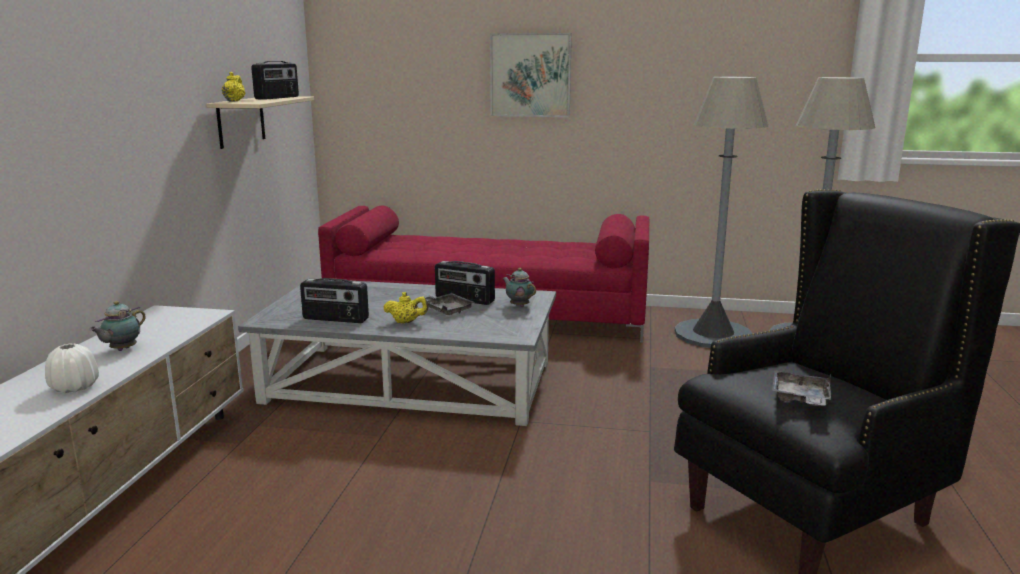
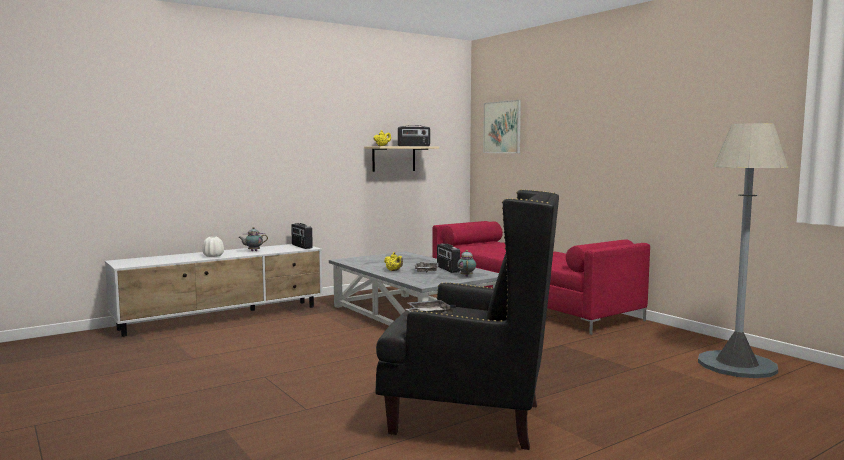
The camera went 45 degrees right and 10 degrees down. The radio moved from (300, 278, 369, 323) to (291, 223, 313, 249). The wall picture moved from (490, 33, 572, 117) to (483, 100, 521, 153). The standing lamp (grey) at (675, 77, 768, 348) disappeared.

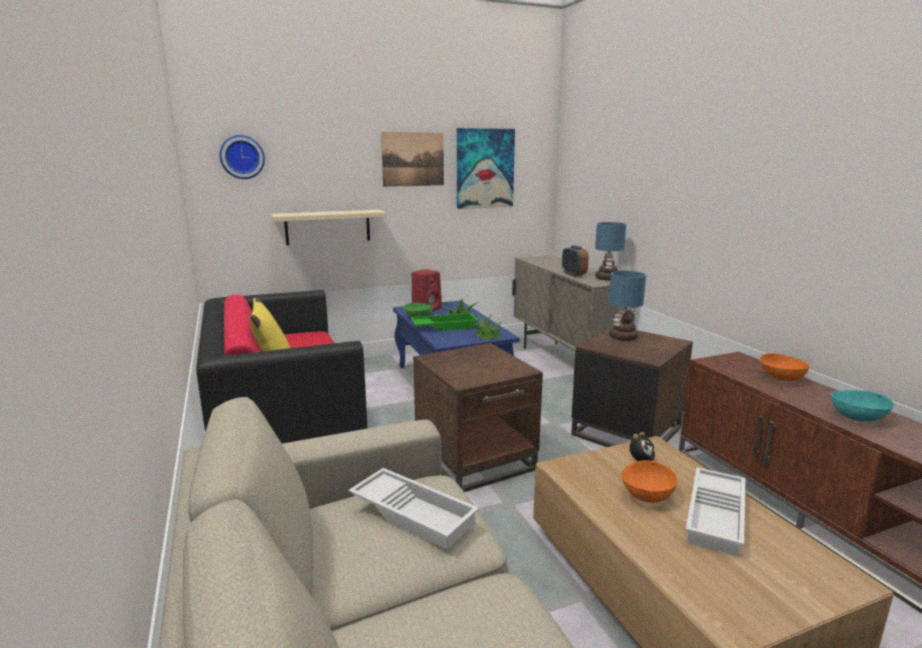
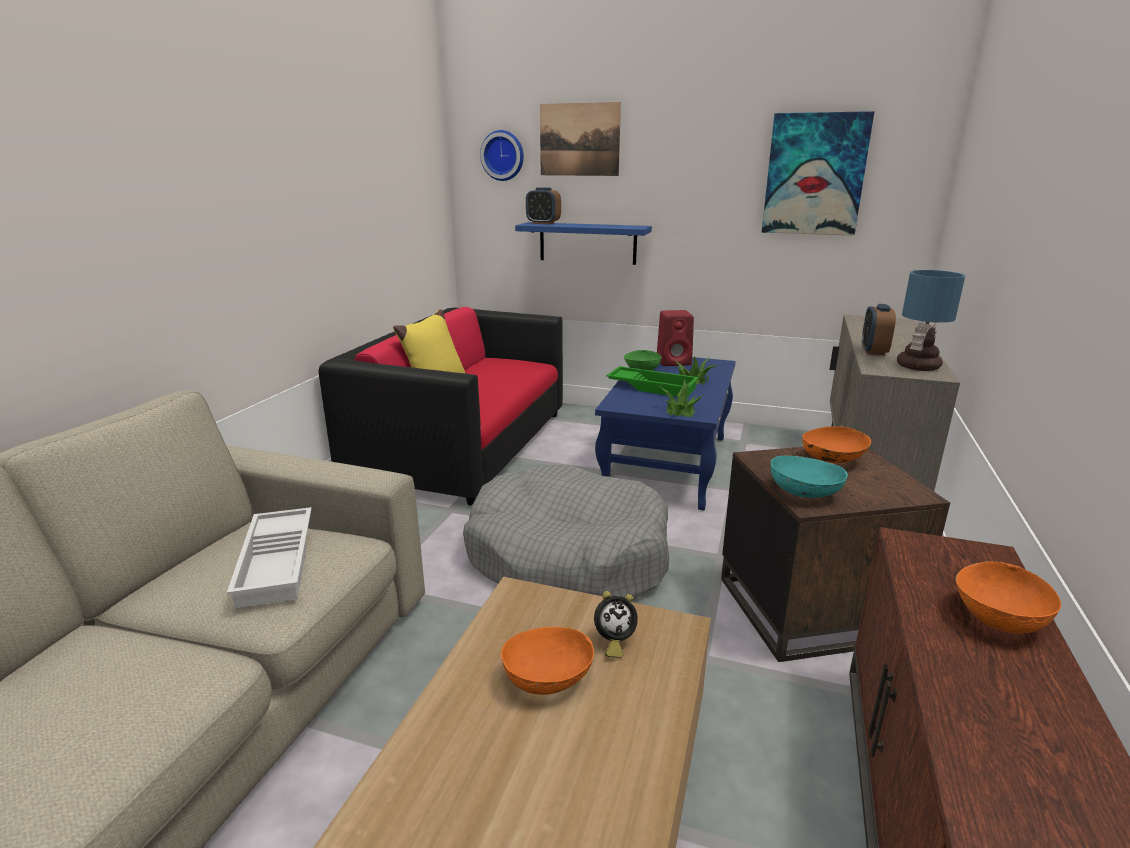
The camera went 40 degrees right and 5 degrees up. The shelf (beige-coloured) at (271, 210, 387, 245) became the shelf (blue-coloured) at (515, 222, 652, 265). The wall picture moved from (381, 132, 444, 187) to (540, 102, 621, 176). The accent table (brown) at (413, 343, 543, 492) was replaced by the pet bed (grey) at (463, 464, 669, 599). The lamp for a table at (609, 271, 646, 341) was replaced by the deep dish (orangey) at (802, 426, 871, 464). The carrying tray (whitish) at (686, 467, 745, 556) disappeared. The deep dish (blue-green) moved from (831, 390, 894, 422) to (771, 455, 848, 498). The bedside clock at (526, 187, 561, 224) appeared.

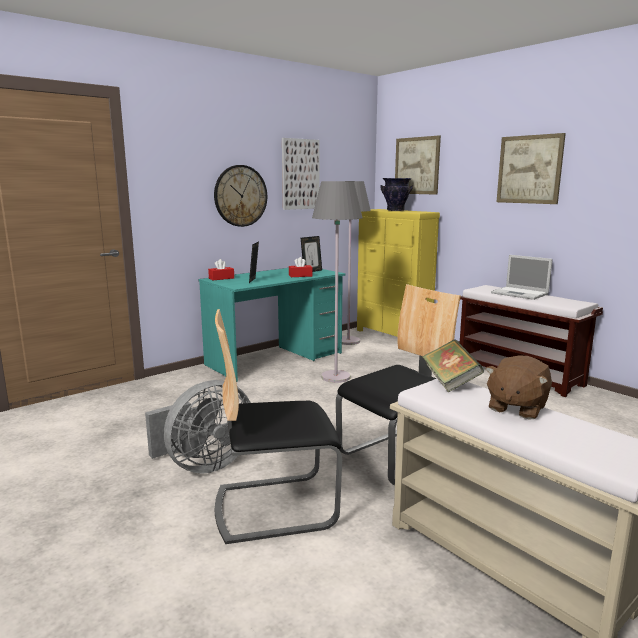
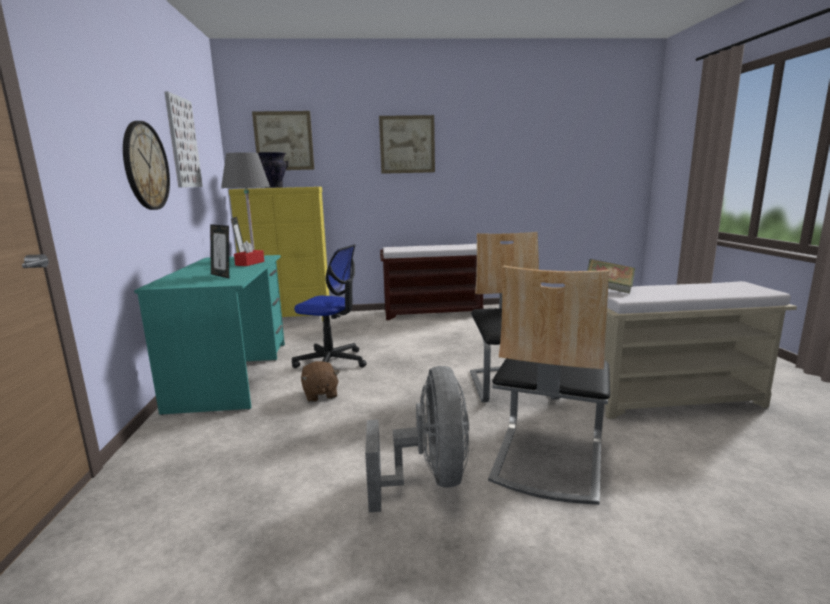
The camera went 55 degrees left and 0 degrees up. The box of tissues (reddish) at (208, 259, 234, 280) disappeared. The standing lamp (grey) at (312, 181, 362, 383) was replaced by the office chair at (292, 244, 367, 368). The soft toy (brown) moved from (485, 356, 552, 420) to (301, 361, 339, 402). The laptop at (491, 255, 553, 300) disappeared.

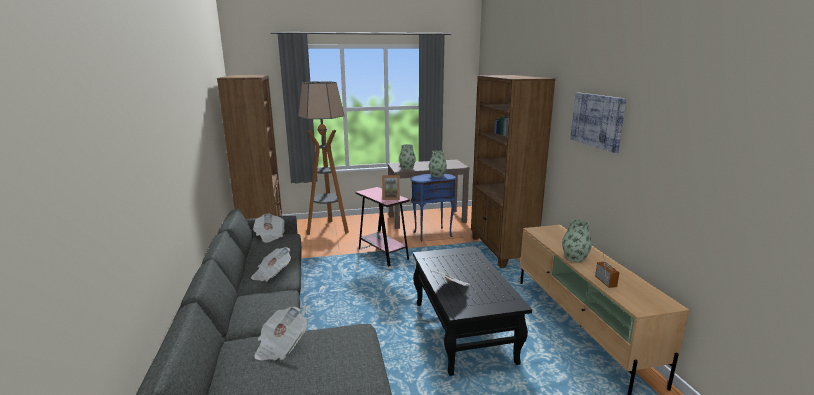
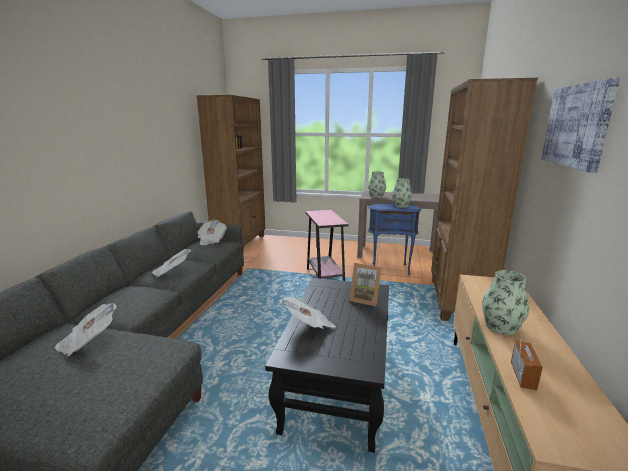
The camera went 25 degrees right and 0 degrees up. The standing lamp at (298, 81, 349, 235) disappeared. The photo frame moved from (382, 175, 400, 200) to (349, 263, 382, 306).

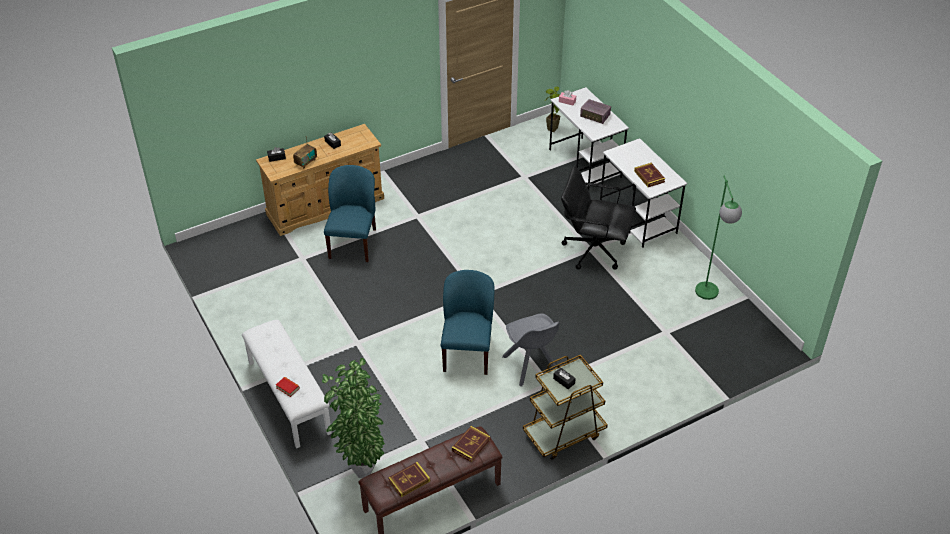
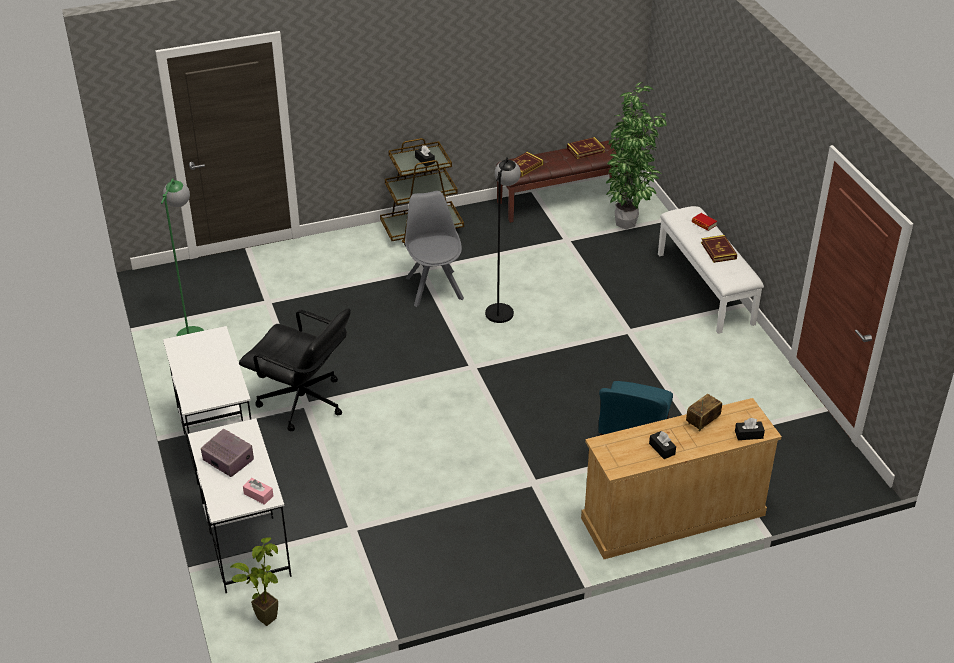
The camera went 170 degrees left and 5 degrees down. The chair (blue-coloured) at (441, 270, 495, 375) was replaced by the standing lamp (black-coloured) at (485, 157, 521, 323). The volume moved from (634, 163, 665, 187) to (701, 235, 737, 263).

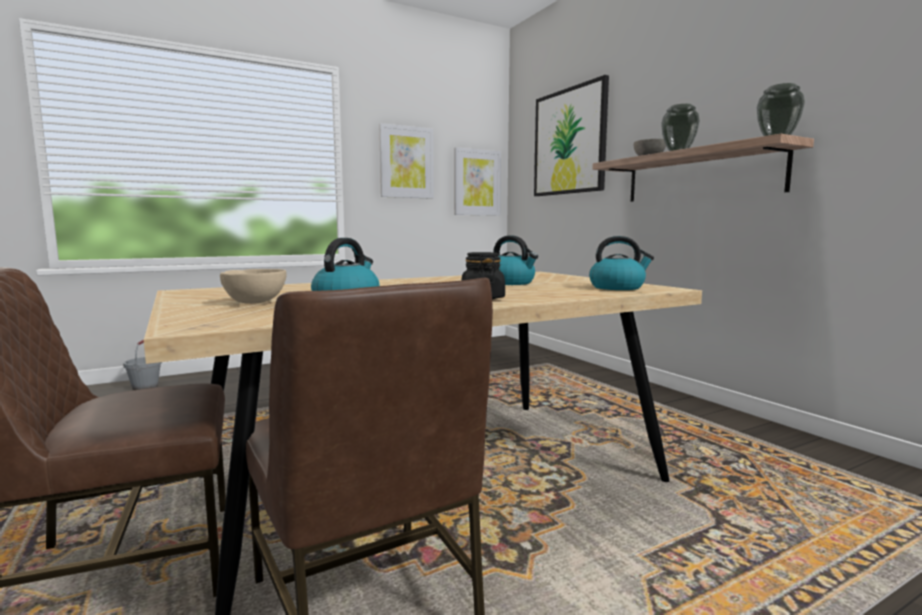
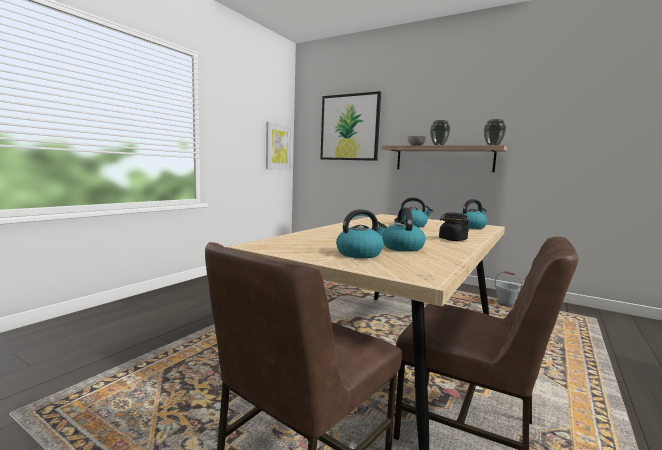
The camera went 30 degrees left and 0 degrees up. The bucket (grey) moved from (123, 340, 162, 390) to (495, 271, 522, 307). The deep dish (beige-coloured) at (220, 269, 286, 304) was replaced by the water kettle at (336, 209, 387, 258). The wall picture at (379, 123, 434, 199) disappeared.

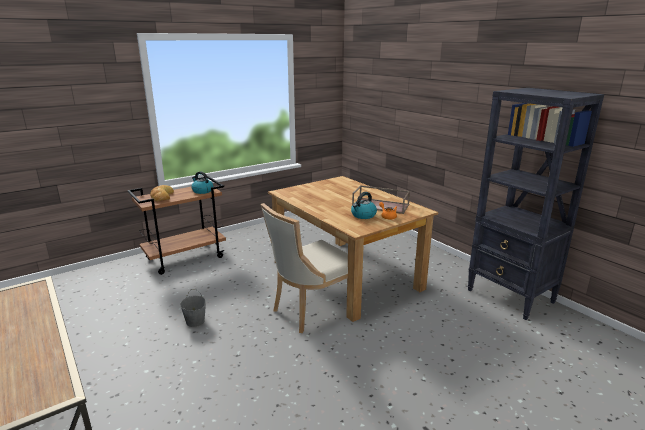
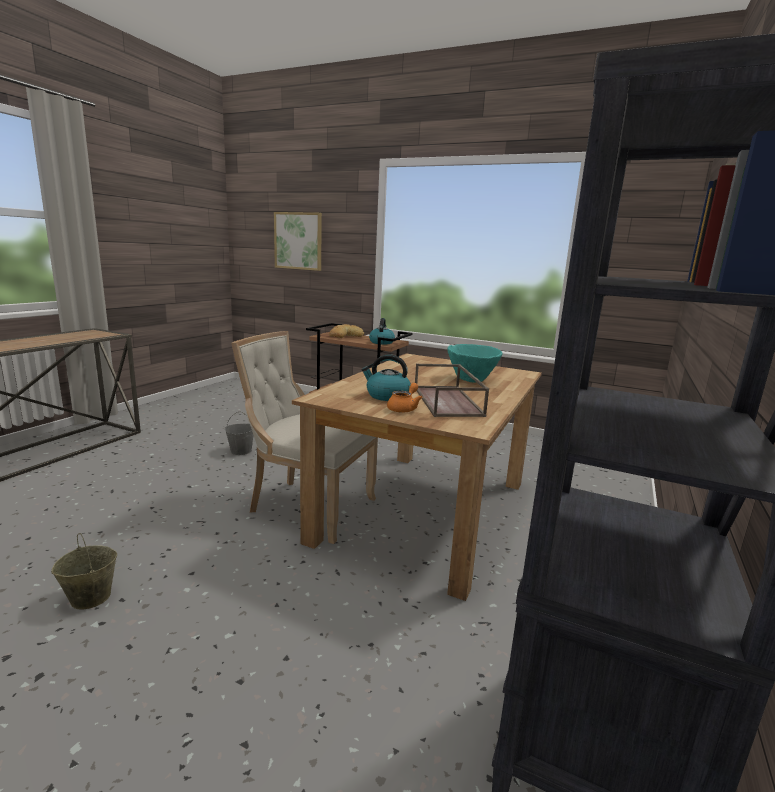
The camera went 60 degrees right and 5 degrees down. The bucket (beige-coloured) at (51, 533, 117, 609) appeared. The wall picture at (274, 212, 322, 271) appeared. The deep dish (blue-green) at (448, 344, 503, 383) appeared.

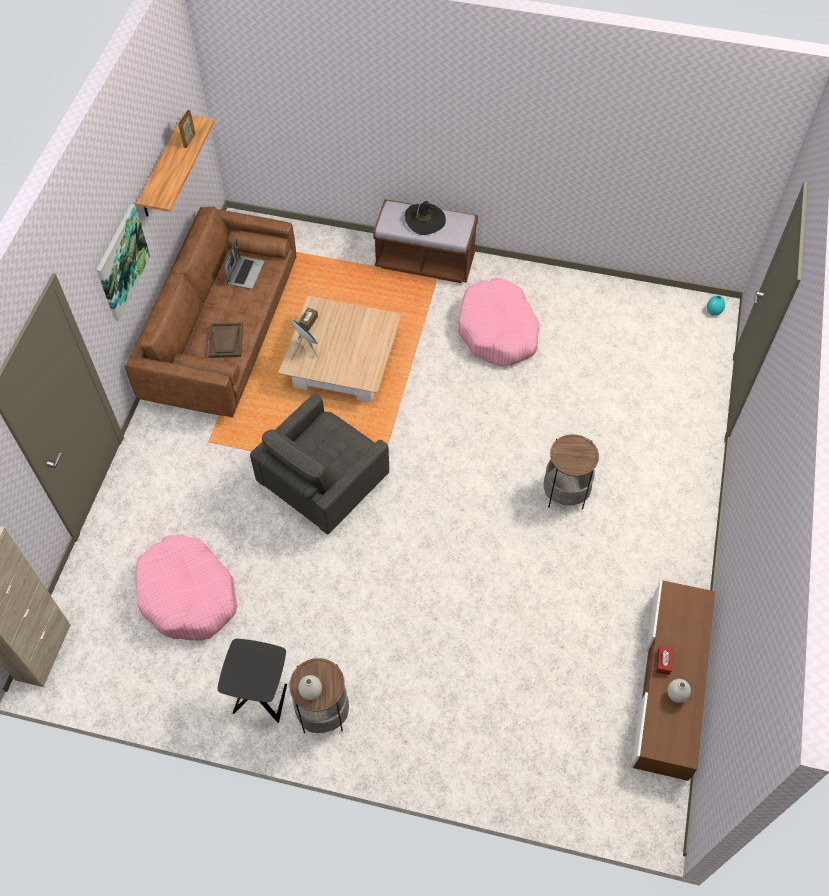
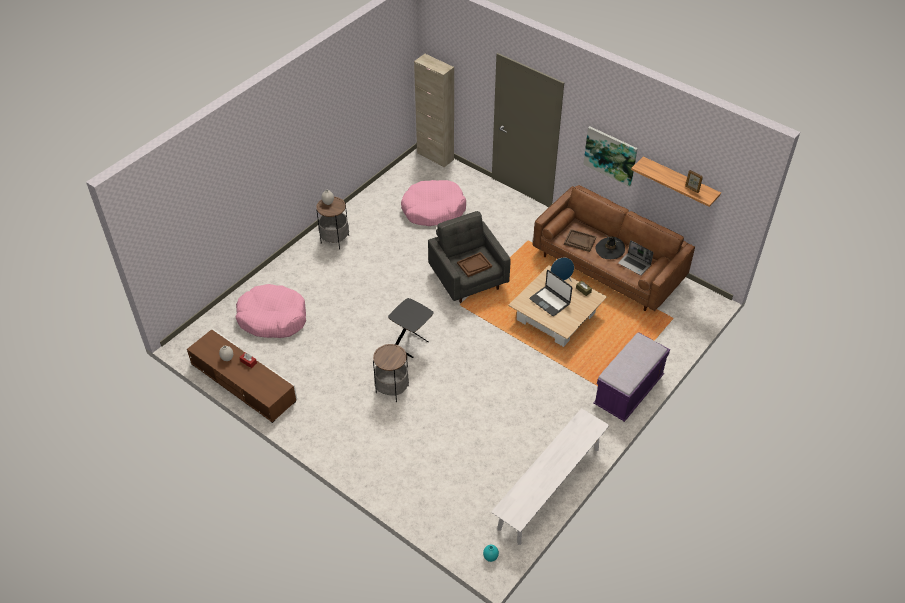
The camera went 115 degrees right and 10 degrees down. The accent table (black-coloured) moved from (217, 639, 287, 723) to (388, 298, 433, 358). The indoor bench (brown) at (373, 199, 478, 283) became the indoor bench (purple-coloured) at (593, 332, 670, 422). The hat (black-coloured) moved from (405, 200, 446, 235) to (596, 235, 625, 259). The pet bed (pinkish) moved from (458, 278, 539, 366) to (236, 284, 306, 338). The carrying tray (brown) at (457, 252, 492, 277) appeared. The indoor bench (whitish) at (491, 408, 610, 545) appeared. The laptop at (529, 270, 572, 316) appeared.

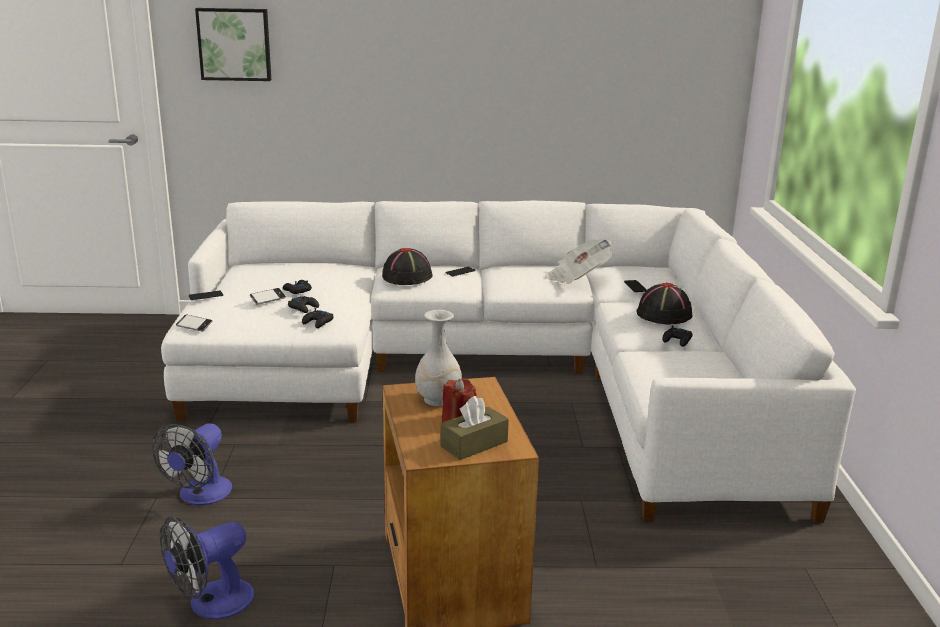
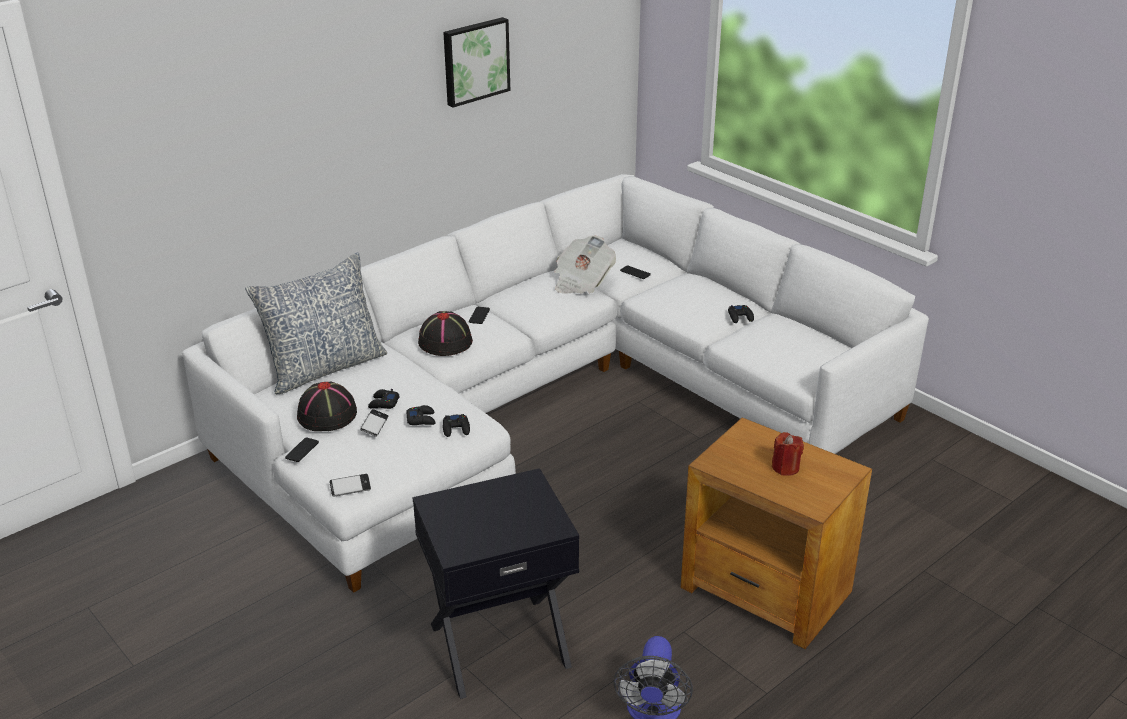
The camera went 40 degrees left and 10 degrees up. The fan at (152, 424, 232, 505) was replaced by the accent table (black-coloured) at (413, 468, 579, 699). The wall picture moved from (195, 8, 271, 81) to (443, 17, 510, 108). The vase (whitish) at (415, 310, 462, 406) disappeared. The box of tissues (brown) at (440, 396, 509, 460) disappeared. The hat (black-coloured) moved from (637, 283, 692, 324) to (297, 382, 357, 431). The cushion at (245, 252, 387, 394) appeared.

